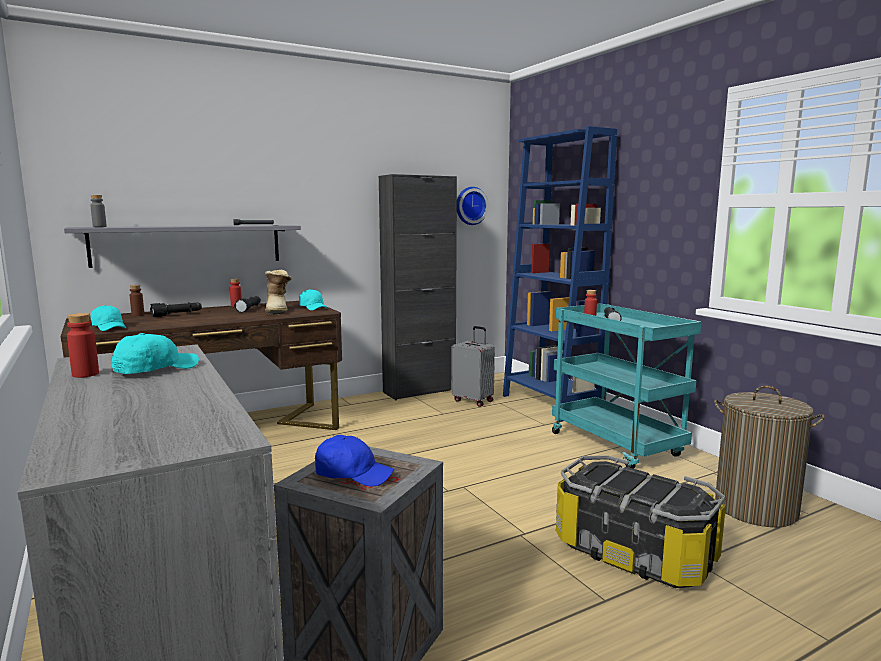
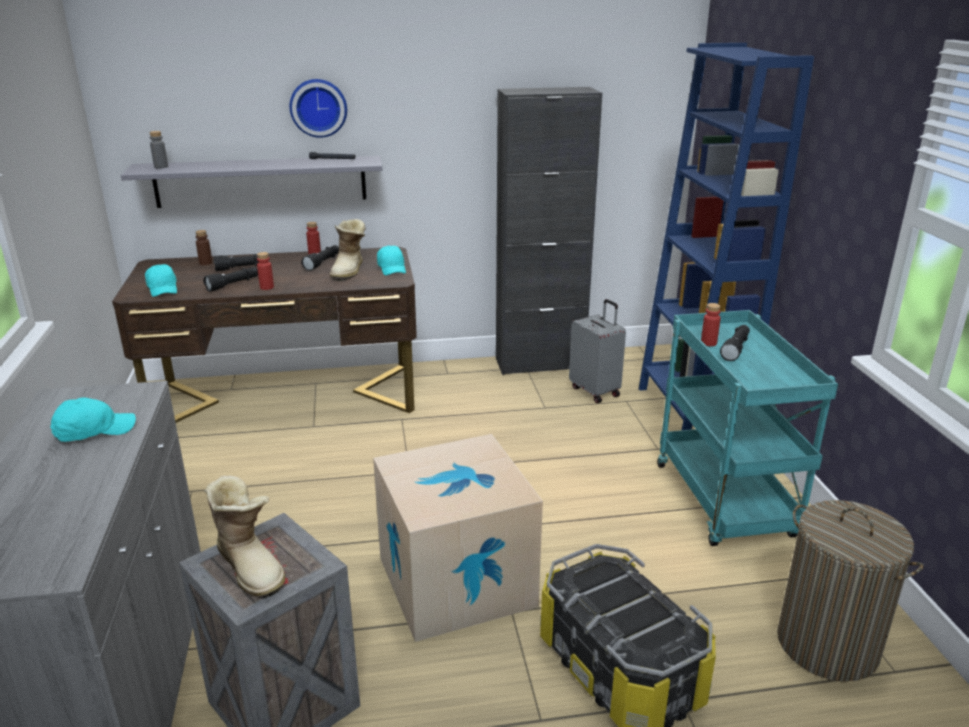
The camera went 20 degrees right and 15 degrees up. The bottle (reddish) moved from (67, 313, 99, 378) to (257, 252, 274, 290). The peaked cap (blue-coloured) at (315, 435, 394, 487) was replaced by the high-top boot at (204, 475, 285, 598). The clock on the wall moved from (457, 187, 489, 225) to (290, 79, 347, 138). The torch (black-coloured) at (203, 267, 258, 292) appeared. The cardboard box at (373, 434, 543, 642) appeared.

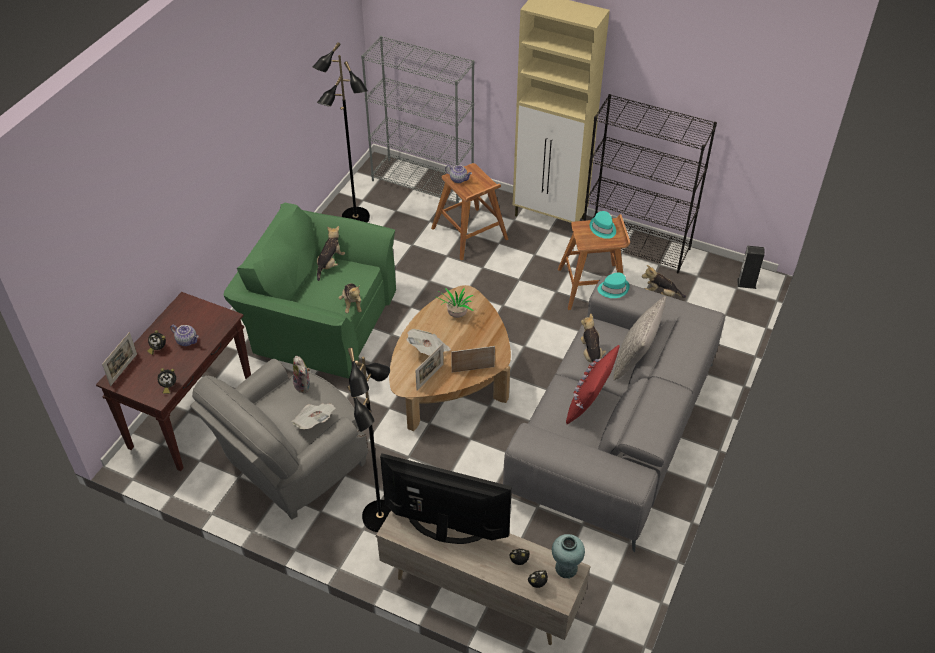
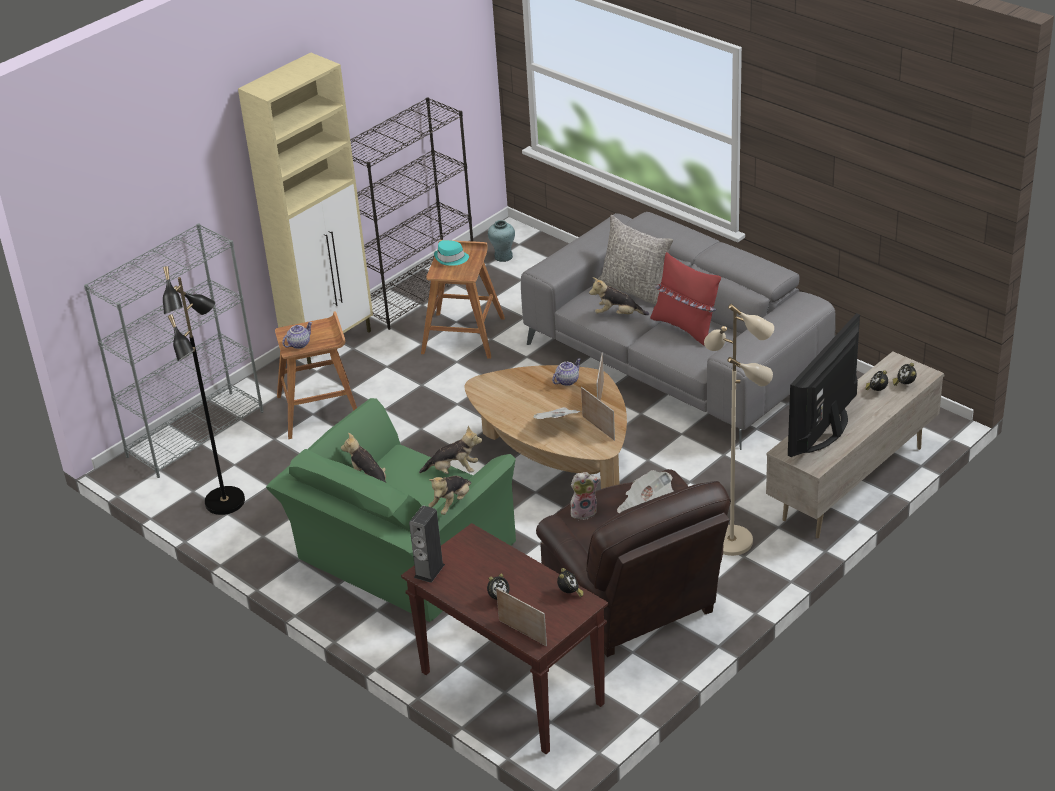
The camera went 70 degrees left and 10 degrees down. The pot for tea moved from (170, 325, 199, 346) to (552, 358, 581, 386). The armchair (grey) at (190, 359, 368, 520) became the armchair (brown) at (536, 469, 731, 657). The standing lamp (black-coloured) at (347, 348, 391, 532) became the standing lamp (beige-coloured) at (704, 304, 774, 556). The potted plant at (434, 288, 474, 318) disappeared. The vase (blue-green) moved from (552, 534, 585, 578) to (488, 220, 515, 262). The hat (blue-green) at (597, 272, 630, 298) disappeared. The soft toy moved from (642, 265, 686, 298) to (428, 476, 471, 515). The loudspeaker moved from (737, 246, 765, 289) to (409, 506, 445, 583).

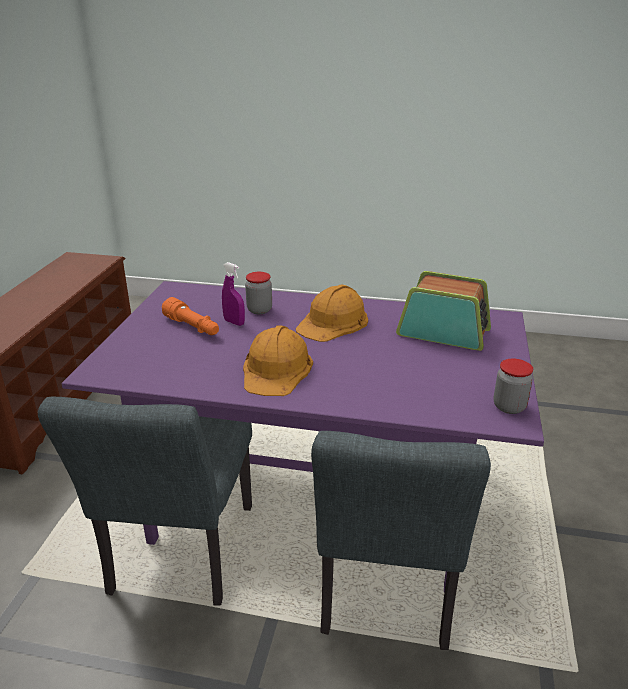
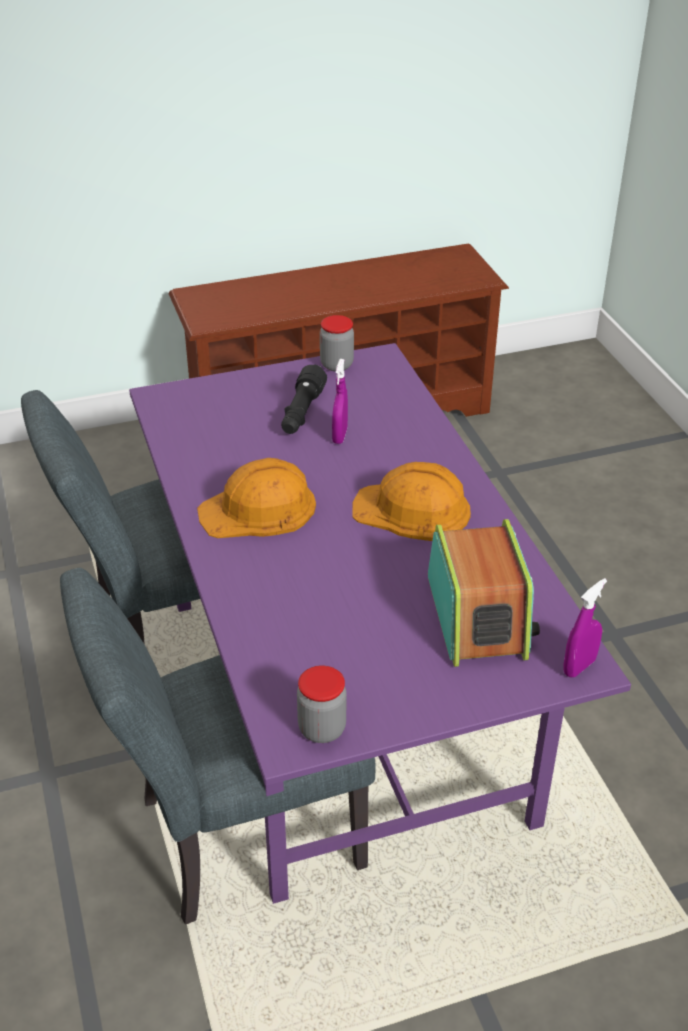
The camera went 60 degrees right and 10 degrees up. The torch (orangey) at (162, 297, 219, 335) became the torch (black-coloured) at (281, 364, 327, 434). The jar moved from (245, 272, 272, 314) to (320, 315, 354, 372). The spray bottle (purple-coloured) at (563, 578, 607, 677) appeared.

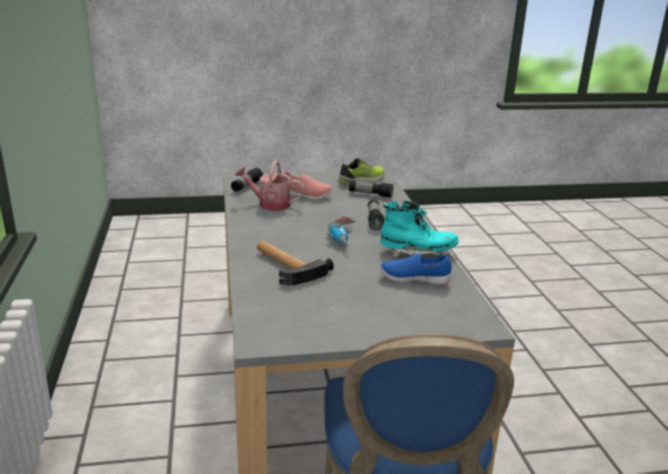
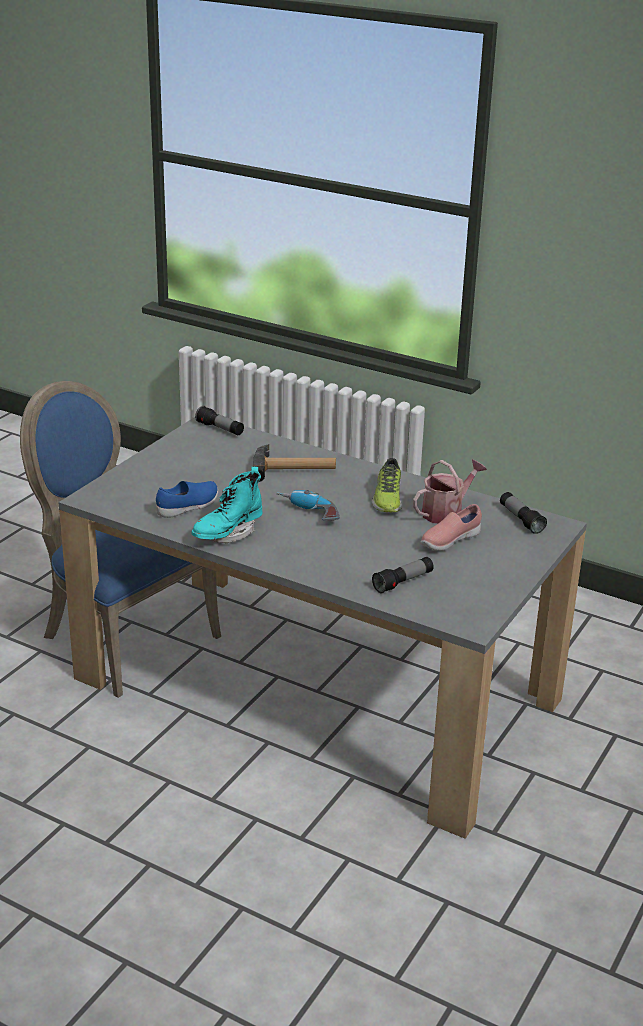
The camera went 130 degrees right and 5 degrees up. The low shoe moved from (338, 158, 385, 185) to (372, 458, 402, 512). The torch moved from (368, 199, 384, 230) to (195, 406, 244, 435).

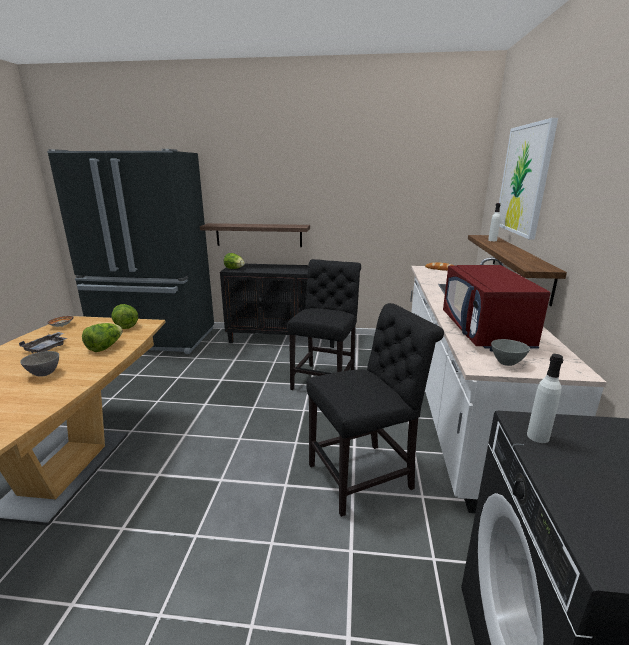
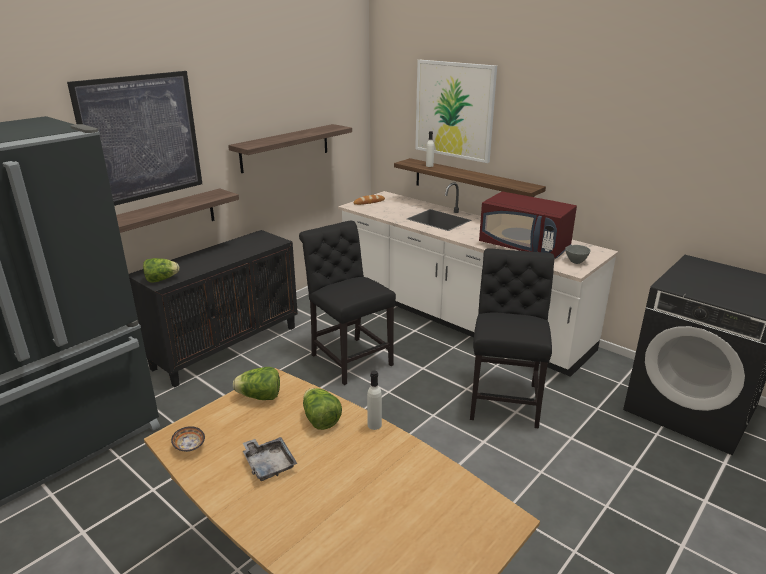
The camera went 55 degrees left and 5 degrees up. The deep dish (grey) at (20, 351, 59, 377) disappeared. The bottle (whitish) moved from (527, 354, 564, 443) to (367, 370, 382, 430). The wall picture at (67, 71, 202, 206) appeared. The shelf at (228, 124, 352, 173) appeared.

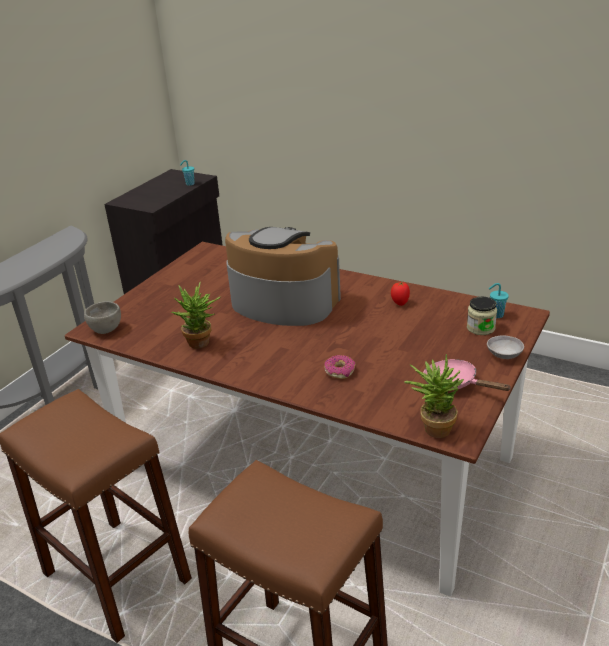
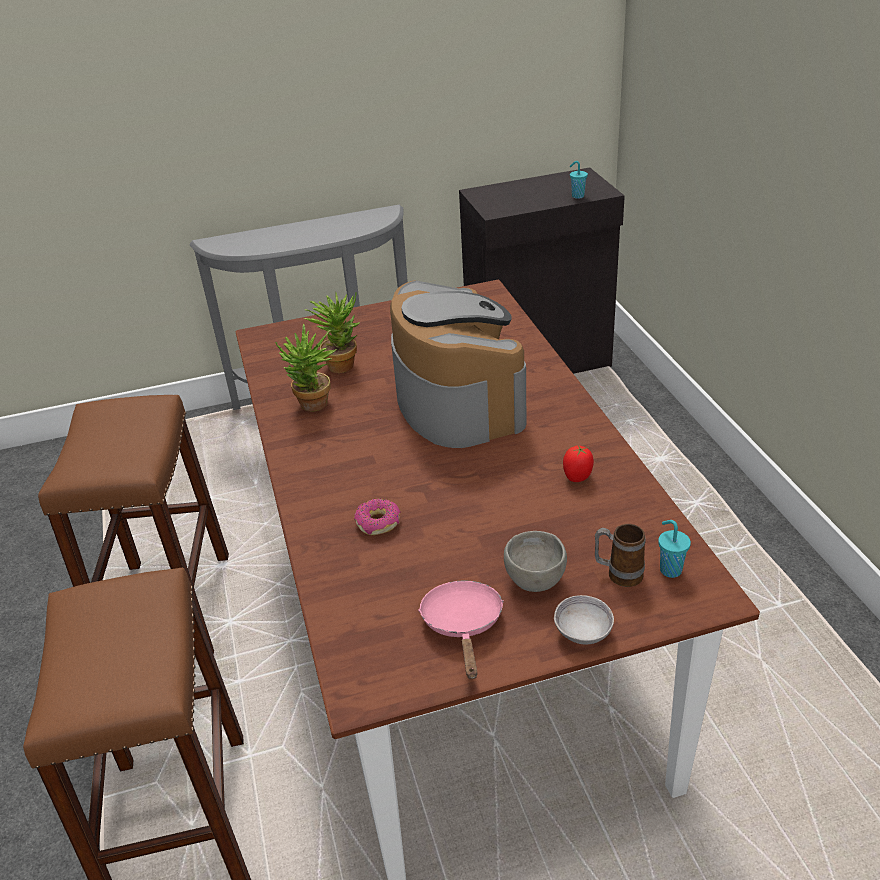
The camera went 45 degrees right and 5 degrees up. The deep dish (grey) moved from (84, 301, 121, 334) to (504, 531, 567, 592). The potted plant moved from (404, 353, 464, 438) to (304, 292, 360, 373). The jar at (467, 297, 497, 335) was replaced by the tea mug at (595, 524, 645, 587).

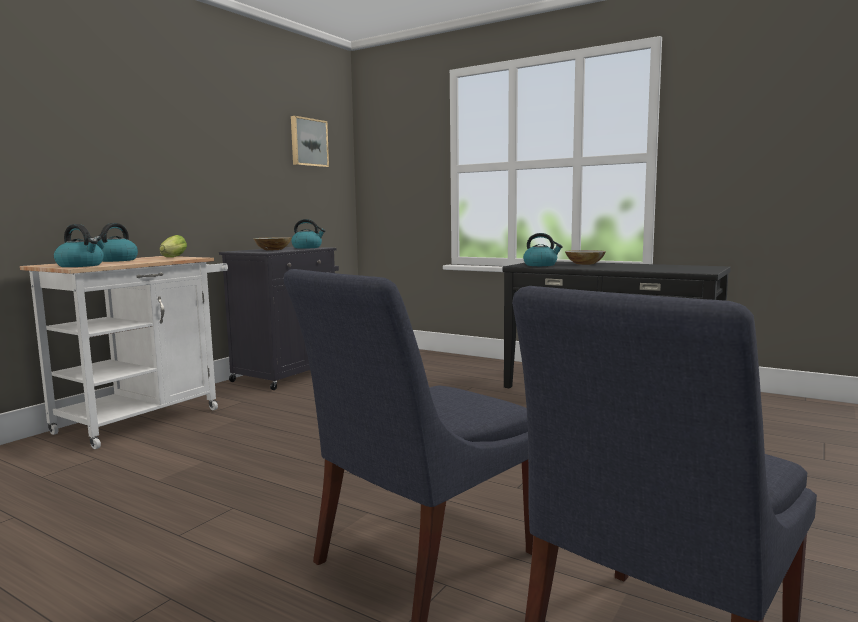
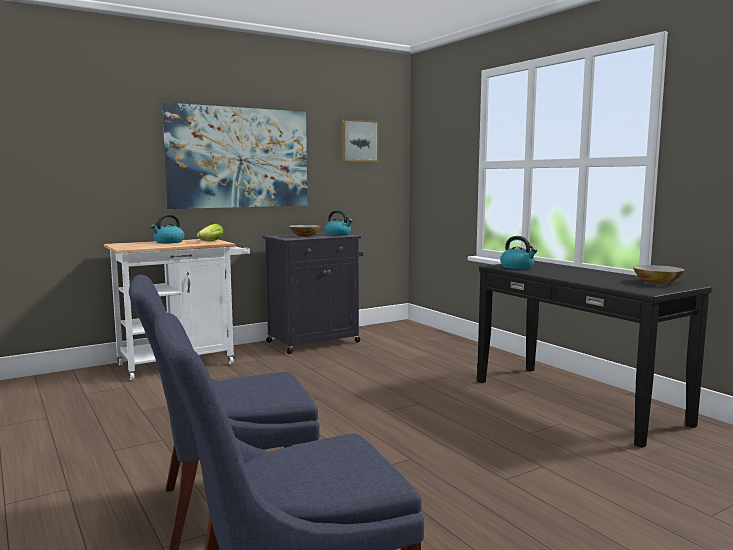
The camera went 25 degrees right and 0 degrees up. The water kettle at (54, 224, 104, 267) disappeared. The deep dish moved from (565, 250, 606, 265) to (633, 265, 684, 285). The wall picture at (162, 102, 307, 209) appeared.

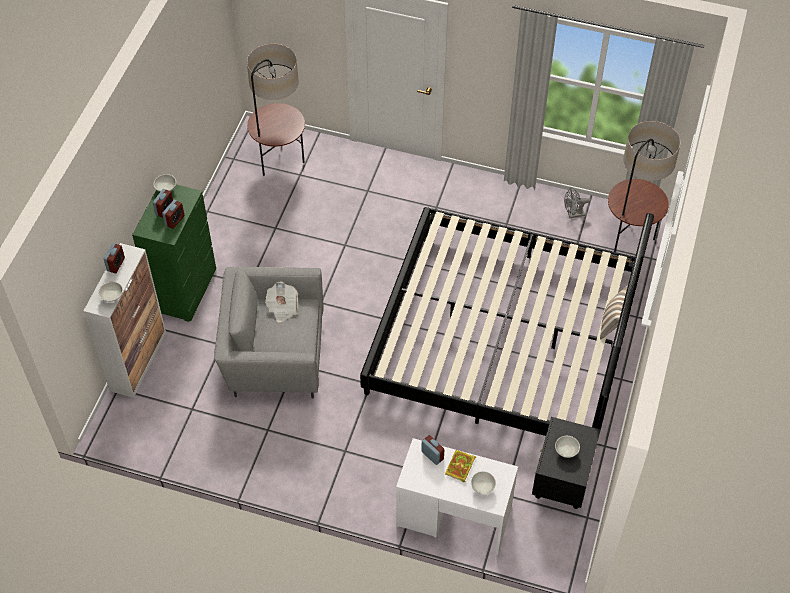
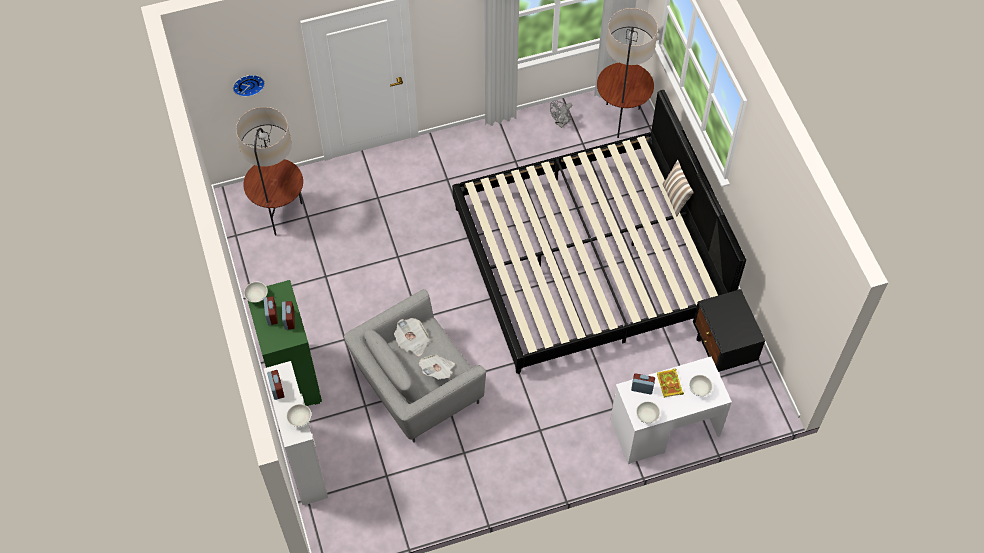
The camera went 35 degrees left and 5 degrees up. The deep dish (whitish) moved from (555, 436, 580, 458) to (636, 401, 660, 423). The clock on the wall at (233, 75, 265, 97) appeared. The newspaper at (419, 354, 455, 379) appeared.

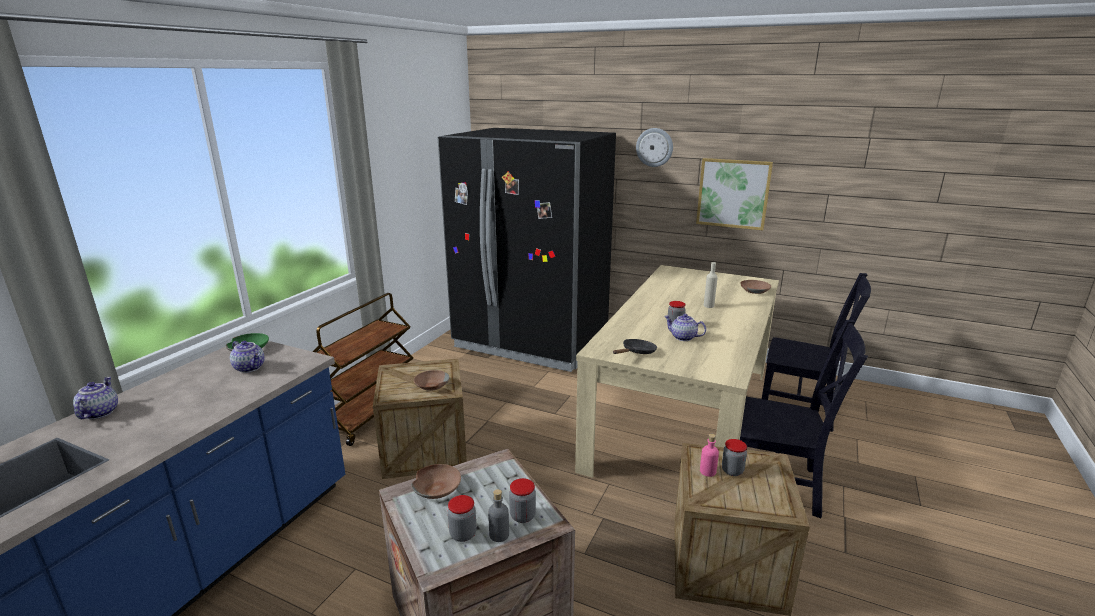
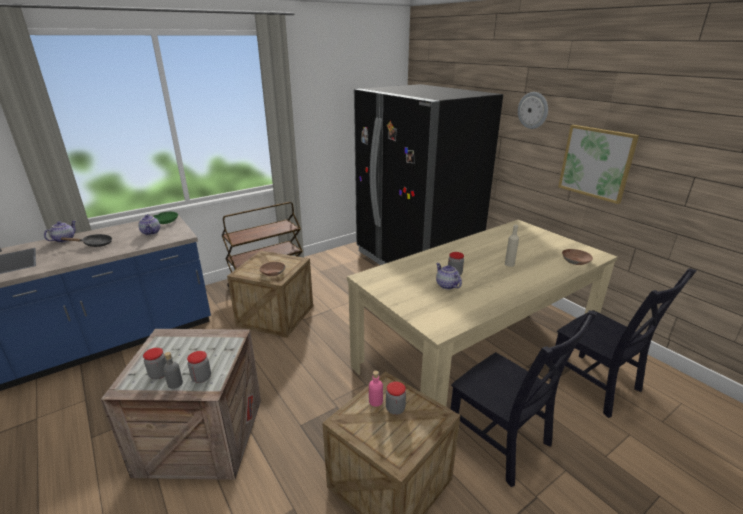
The camera went 30 degrees right and 5 degrees up. The deep dish (brown) at (411, 464, 461, 499) disappeared. The pan (black-coloured) moved from (613, 339, 657, 354) to (61, 234, 112, 247).

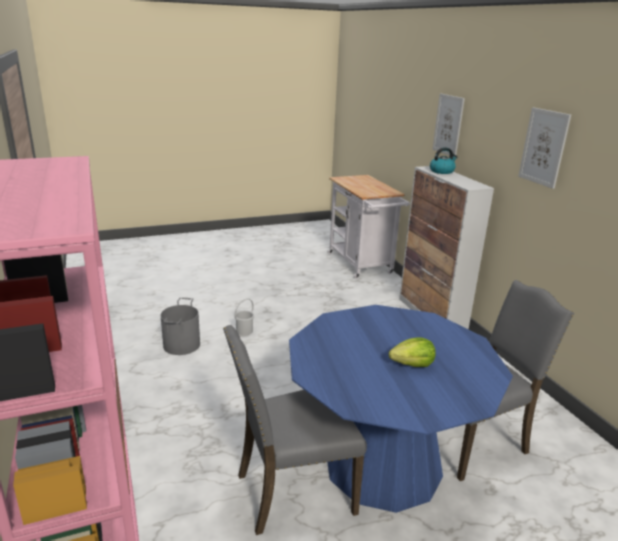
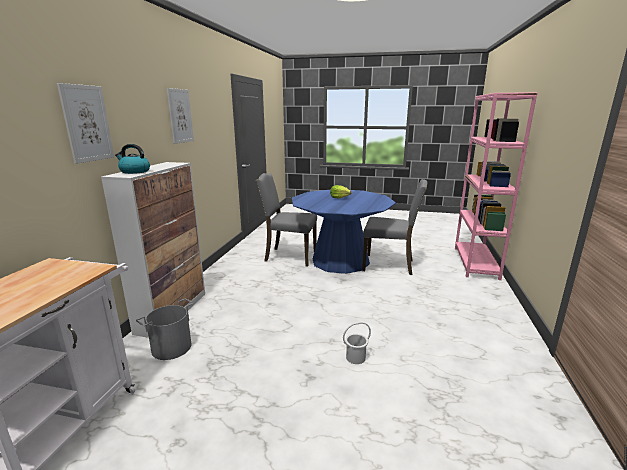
The camera went 145 degrees left and 5 degrees down. The bucket (grey) moved from (161, 298, 200, 355) to (136, 299, 194, 360).

